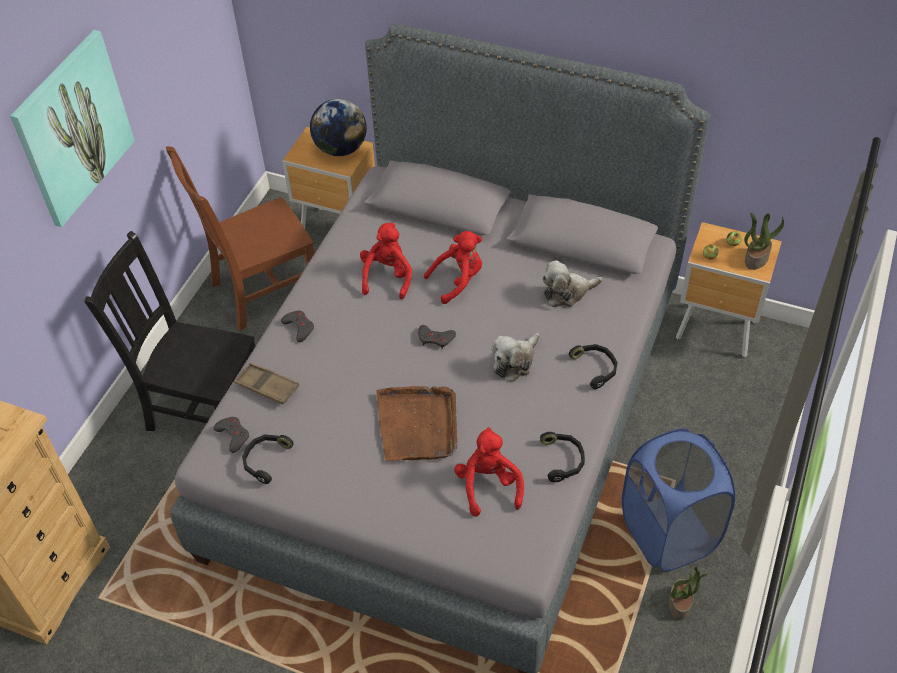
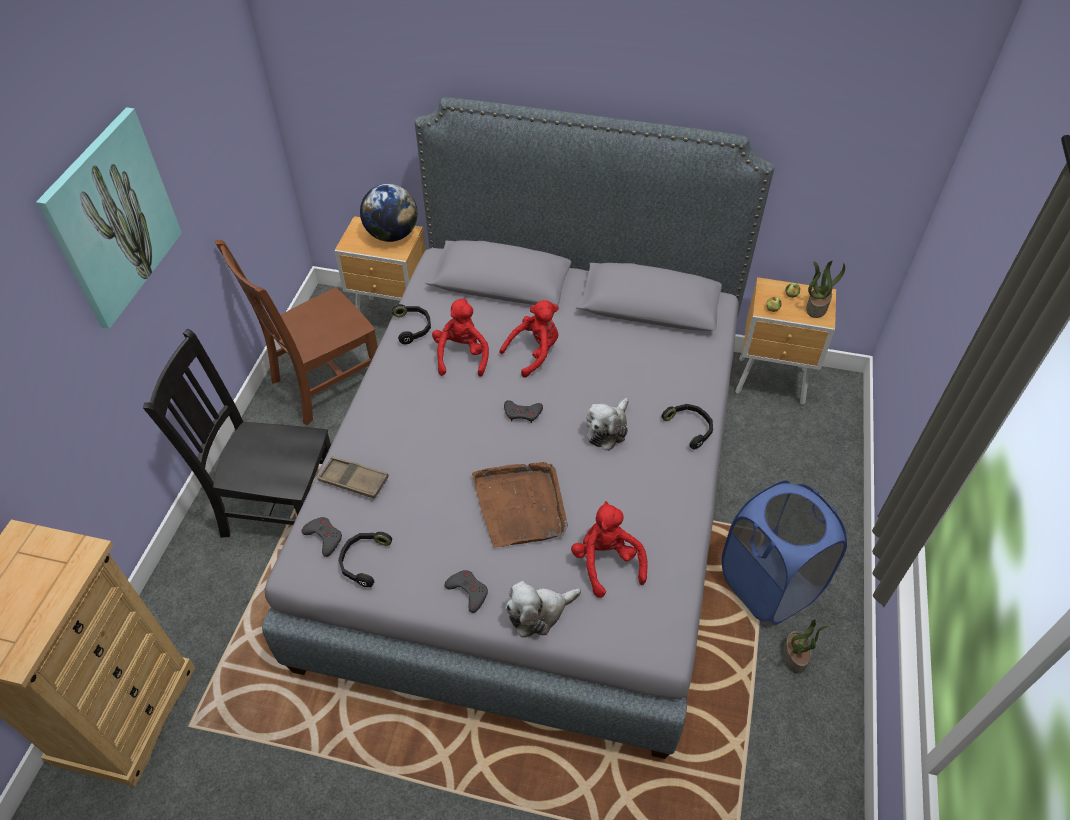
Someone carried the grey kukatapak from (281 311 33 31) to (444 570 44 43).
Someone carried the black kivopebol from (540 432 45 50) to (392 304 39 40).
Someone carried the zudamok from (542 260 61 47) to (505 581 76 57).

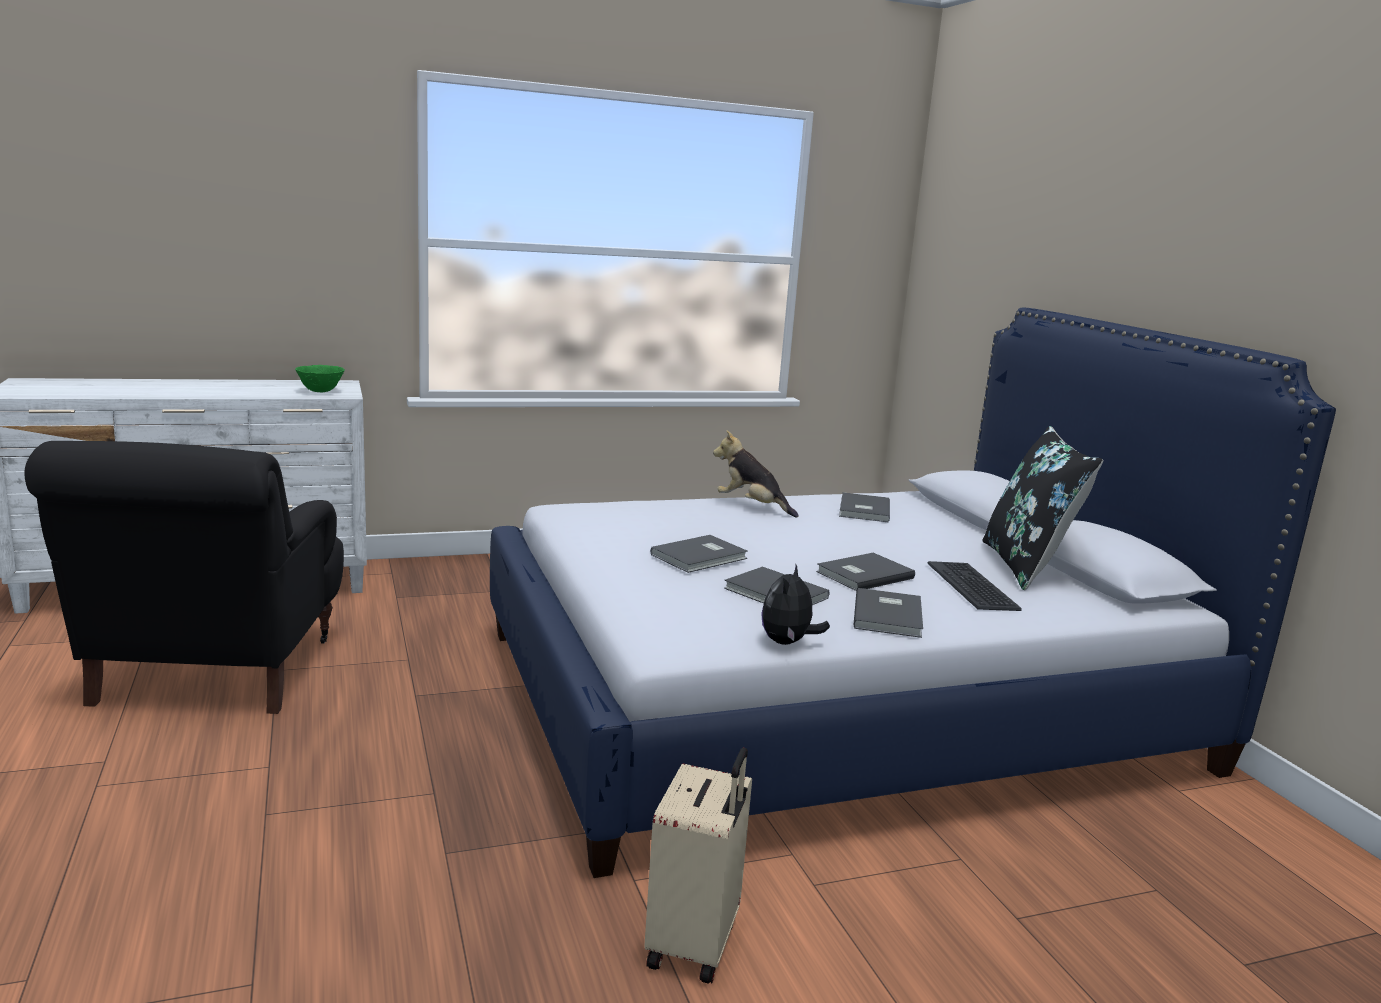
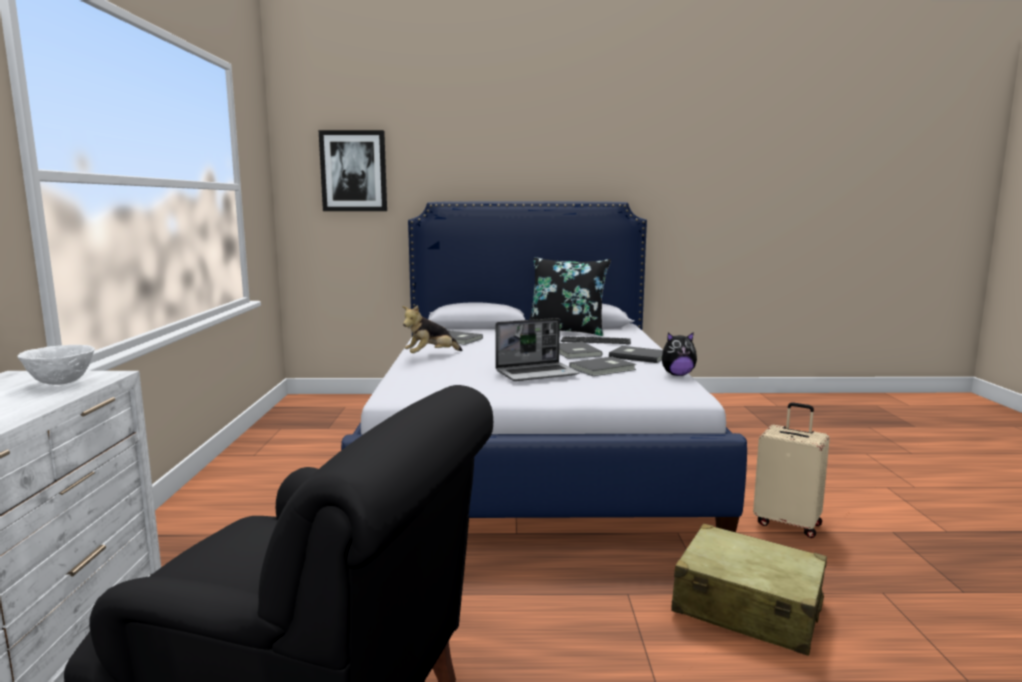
Someone repainted the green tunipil at (295 365 50 27), which became the white tunipil at (17 345 78 40).
Someone swapped the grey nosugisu at (651 535 97 38) for the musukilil at (495 318 85 63).
Someone rotated the zudamok at (761 565 69 80) by 45 degrees counterclockwise.
Someone put up the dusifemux at (319 130 68 81).
Someone put down the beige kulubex at (671 523 156 133).

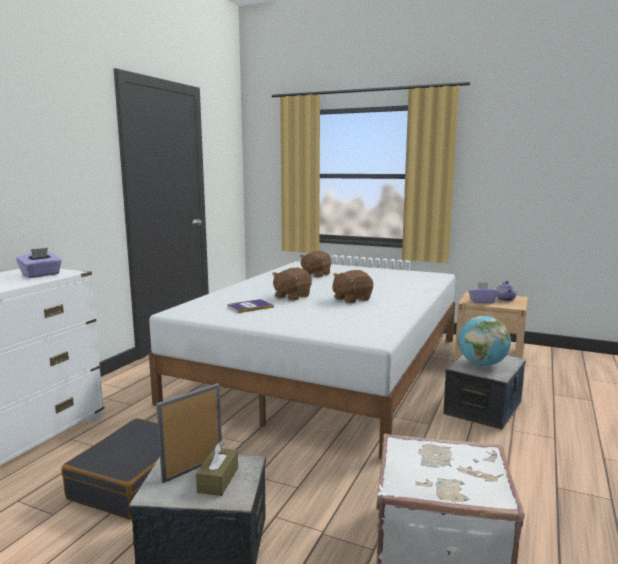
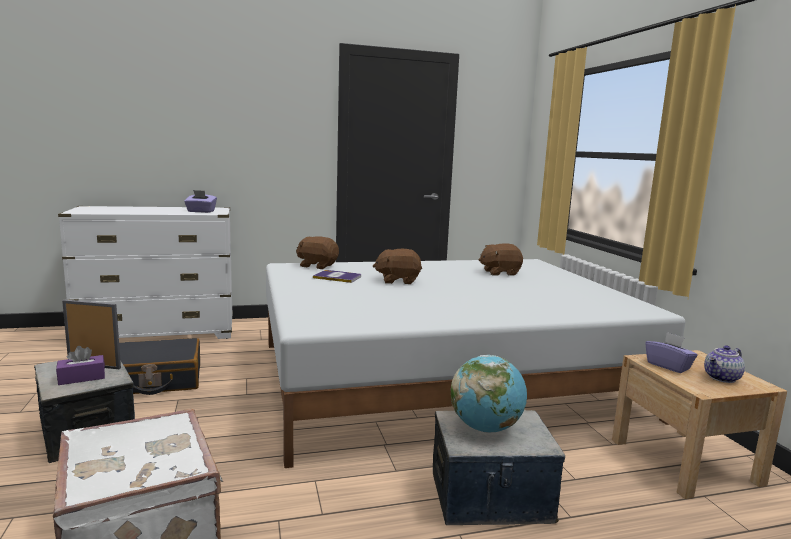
Someone repainted the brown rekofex at (196 441 42 55), which became the purple rekofex at (56 346 49 39).
Someone carried the brown zudamok from (332 270 41 34) to (296 236 43 33).

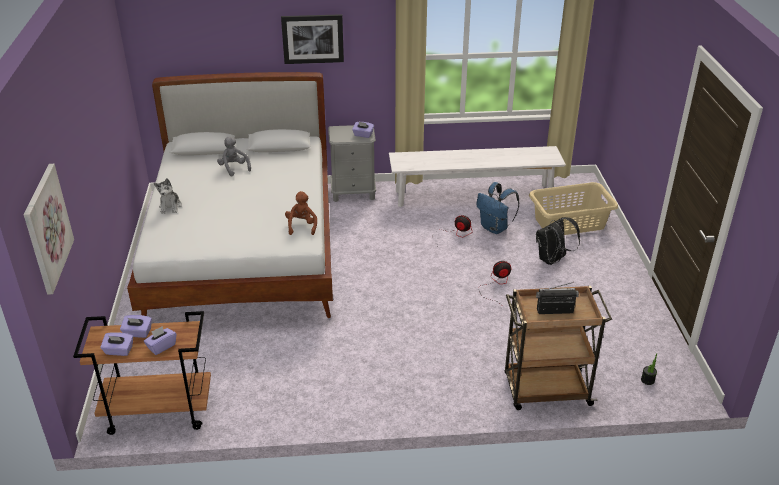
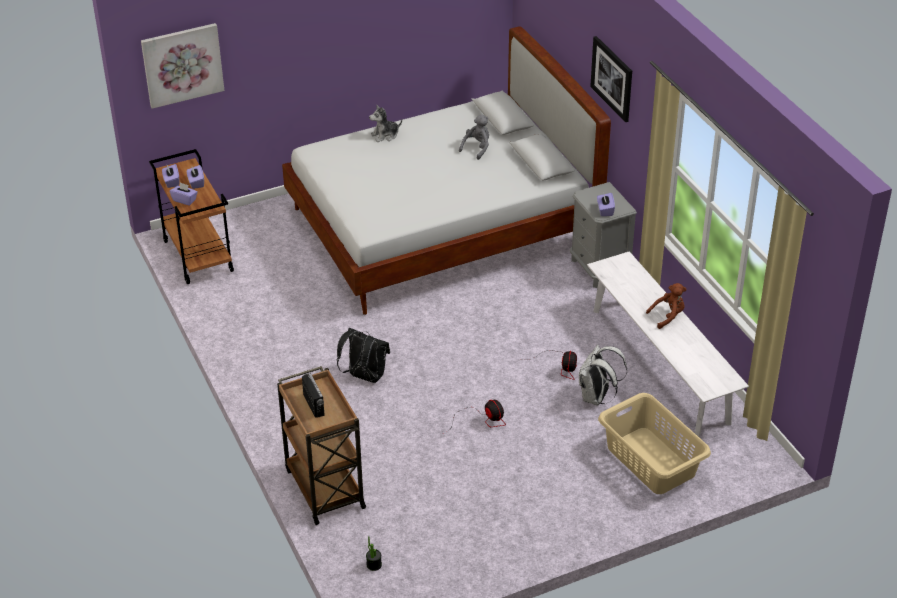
Someone carried the brown zudamok from (285 191 32 44) to (646 283 41 46).
Someone repainted the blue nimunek at (476 182 44 52), which became the white nimunek at (579 345 48 60).
Someone carried the black nimunek from (536 217 44 48) to (337 328 53 55).

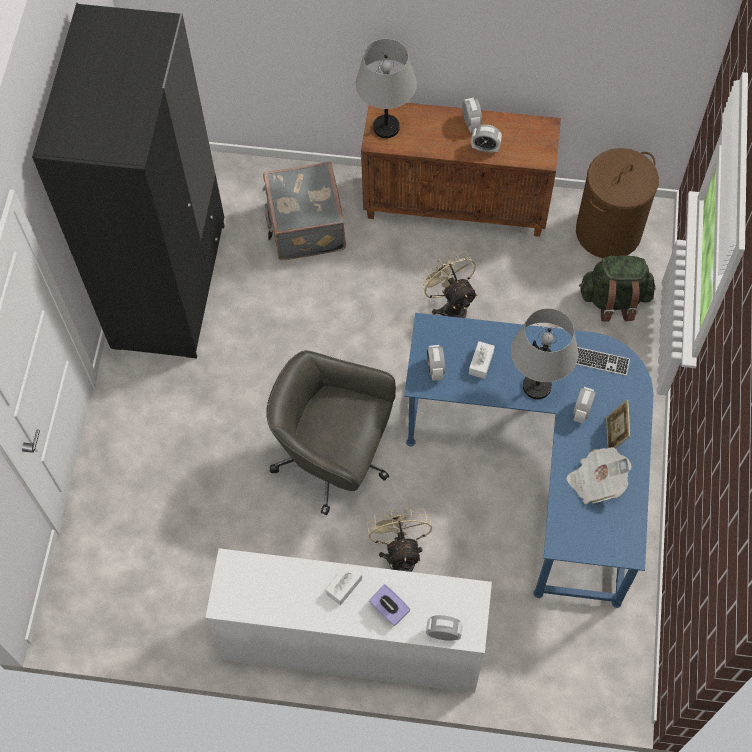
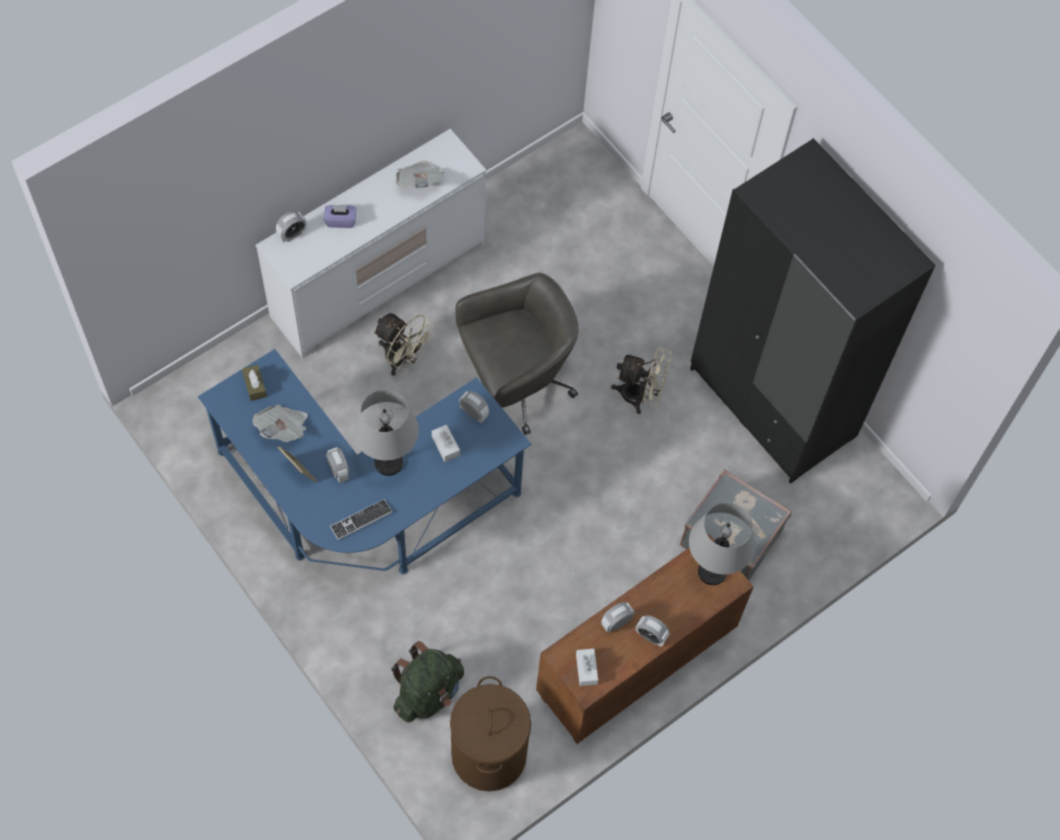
Someone carried the white rekofex from (326 564 36 41) to (576 648 22 38).
Someone carried the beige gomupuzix from (419 251 59 67) to (611 347 61 67).
Someone put down the brown rekofex at (242 365 25 36).
Someone put down the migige at (396 160 48 30).

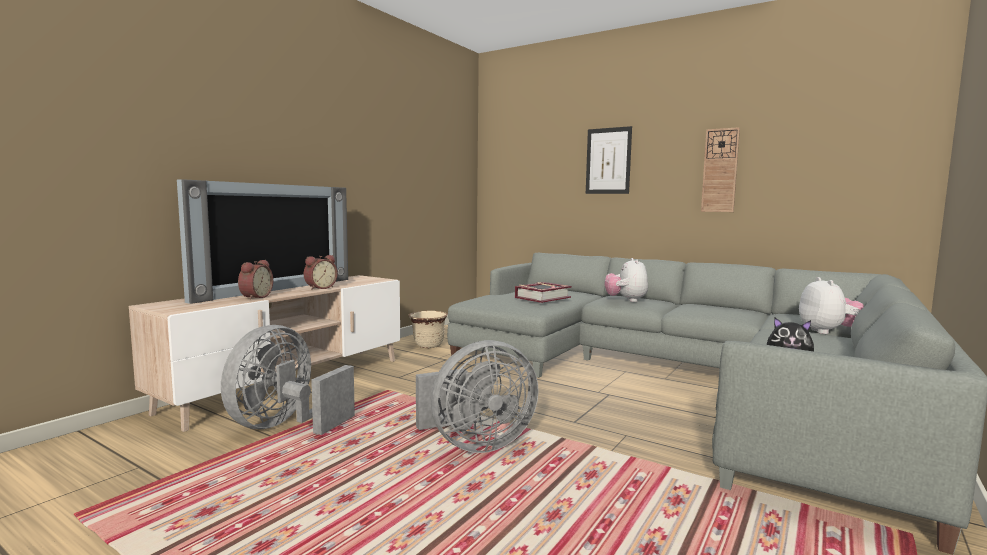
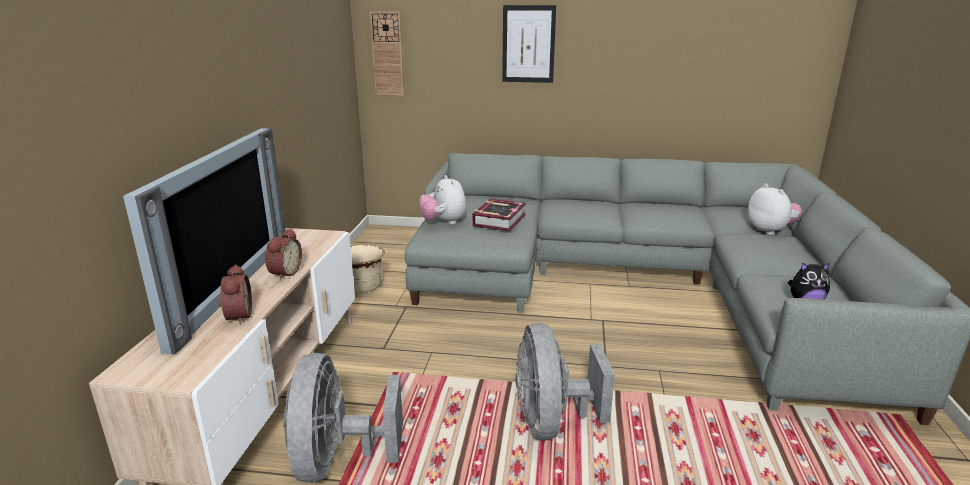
Someone rotated the grey gomupuzix at (416 340 123 113) by 135 degrees clockwise.
Someone carried the zudamok from (604 258 44 44) to (419 175 47 50).
Someone carried the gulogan from (701 127 39 85) to (370 11 34 85).

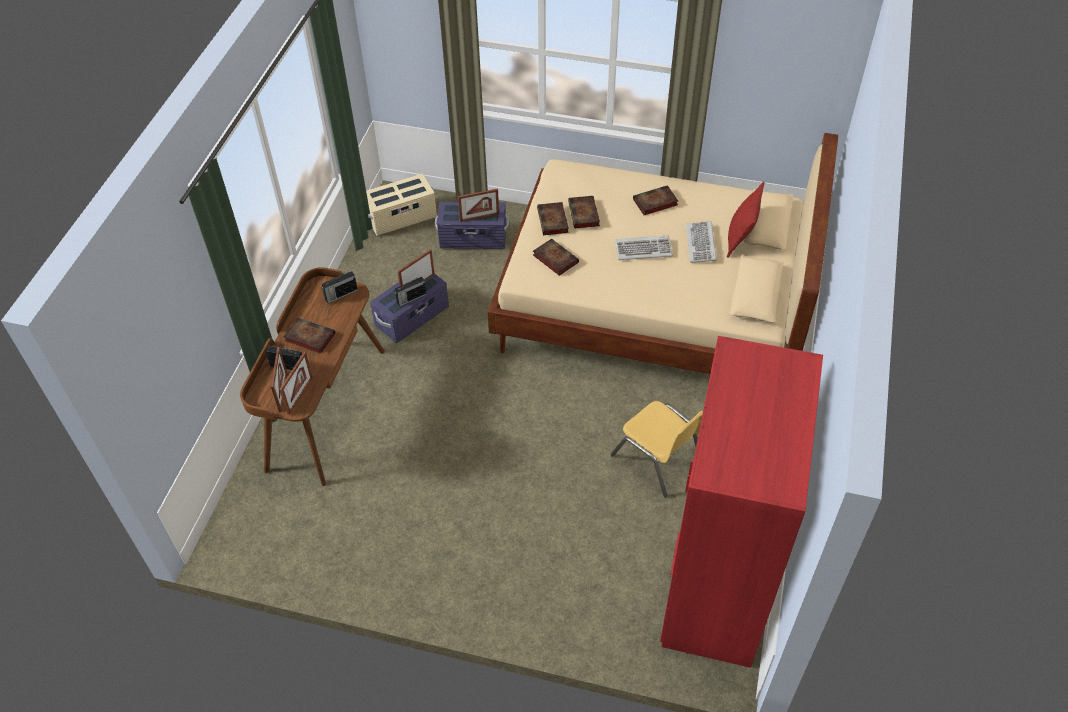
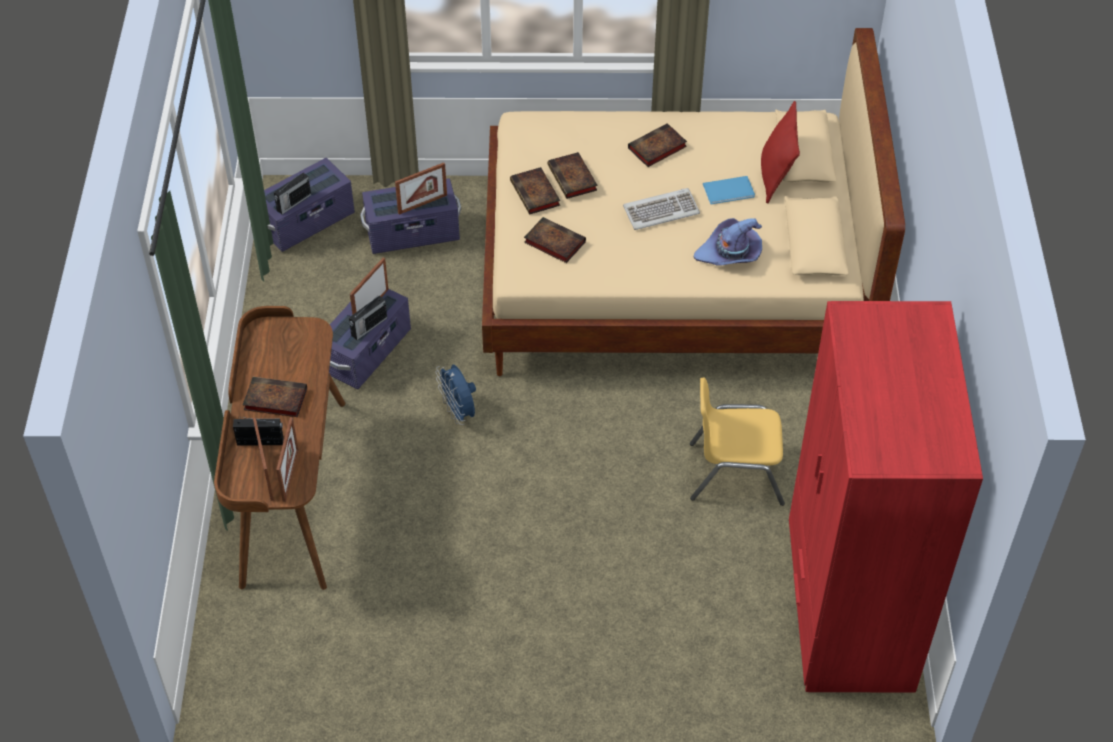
Someone carried the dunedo from (321 271 37 32) to (274 172 37 42).
Someone repainted the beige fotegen at (366 174 71 62), which became the purple fotegen at (264 158 91 94).
Someone rotated the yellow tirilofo at (611 401 92 97) by 150 degrees clockwise.
Someone swapped the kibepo at (686 221 31 42) for the blue nosugisu at (703 176 52 29).
Someone put down the blue gomupuzix at (435 365 41 60).
Someone put down the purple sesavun at (694 218 68 48).

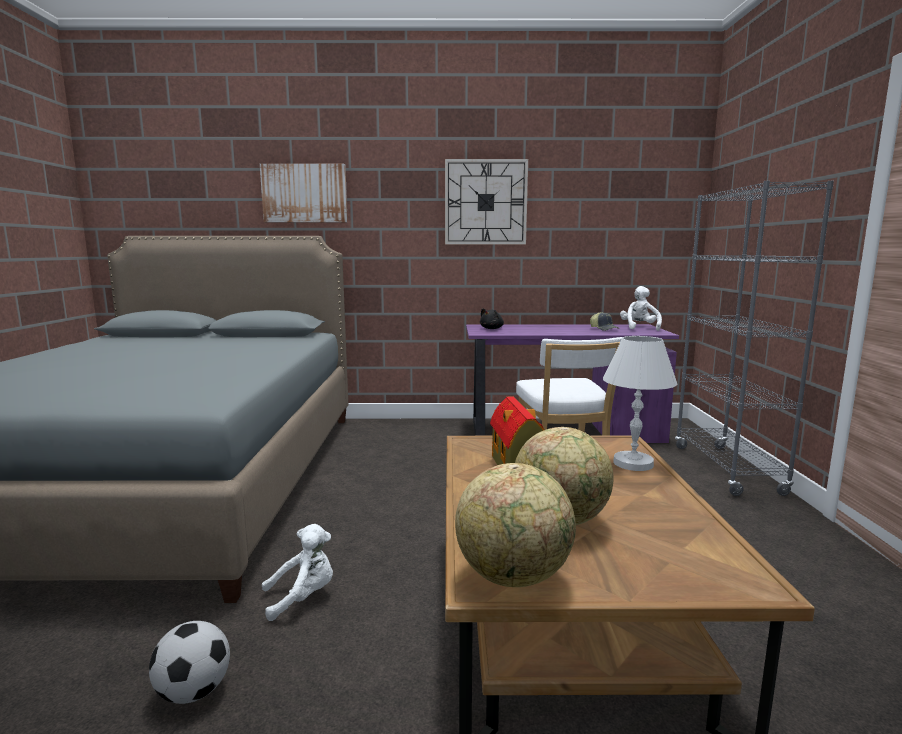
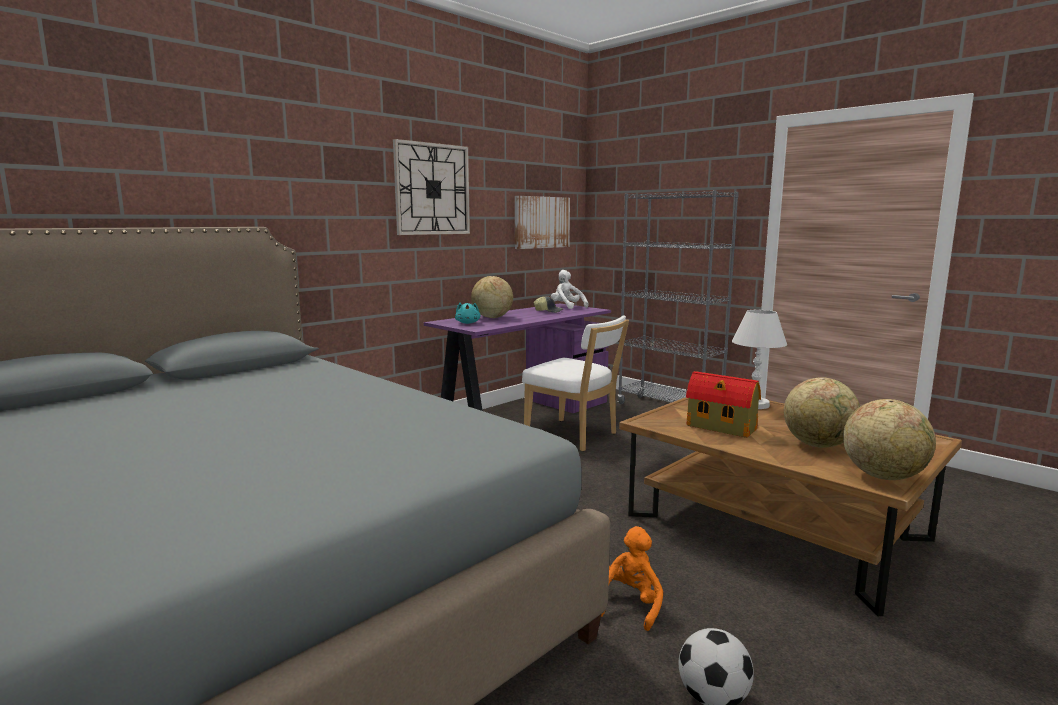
Someone carried the dusifemux from (260 164 88 58) to (515 196 55 53).
Someone repainted the white zudamok at (262 524 71 97), which became the orange zudamok at (601 526 62 105).
Someone repainted the black zudamok at (480 308 24 21), which became the turquoise zudamok at (455 303 25 21).
Someone put down the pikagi at (471 276 42 42).

